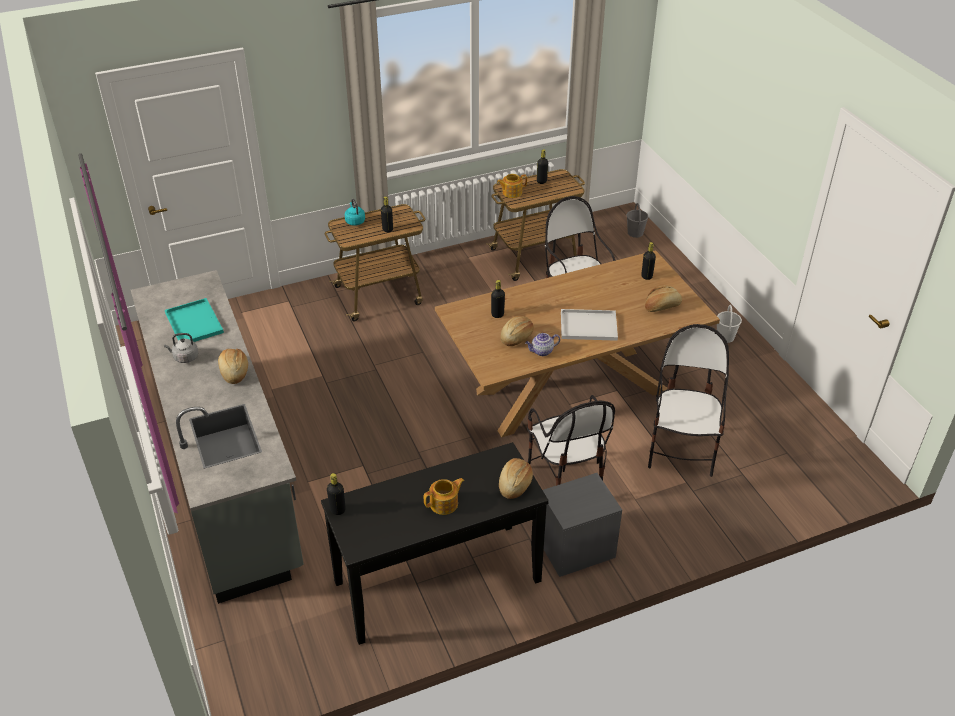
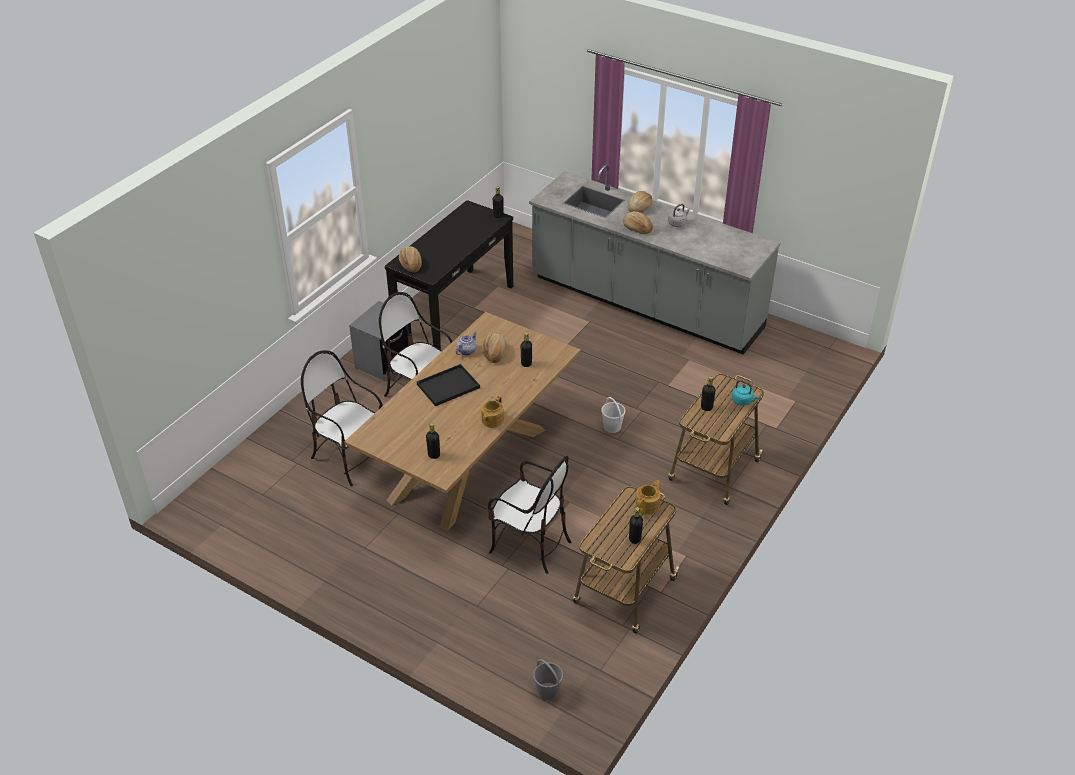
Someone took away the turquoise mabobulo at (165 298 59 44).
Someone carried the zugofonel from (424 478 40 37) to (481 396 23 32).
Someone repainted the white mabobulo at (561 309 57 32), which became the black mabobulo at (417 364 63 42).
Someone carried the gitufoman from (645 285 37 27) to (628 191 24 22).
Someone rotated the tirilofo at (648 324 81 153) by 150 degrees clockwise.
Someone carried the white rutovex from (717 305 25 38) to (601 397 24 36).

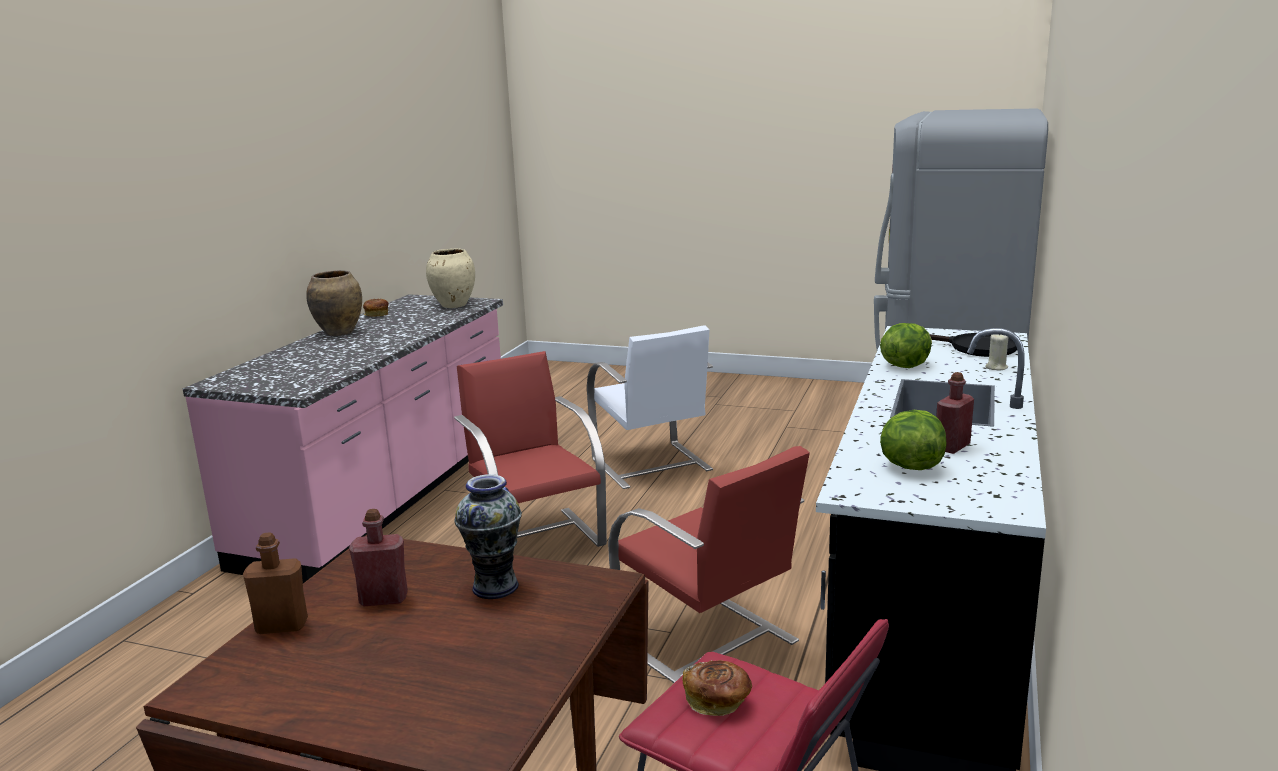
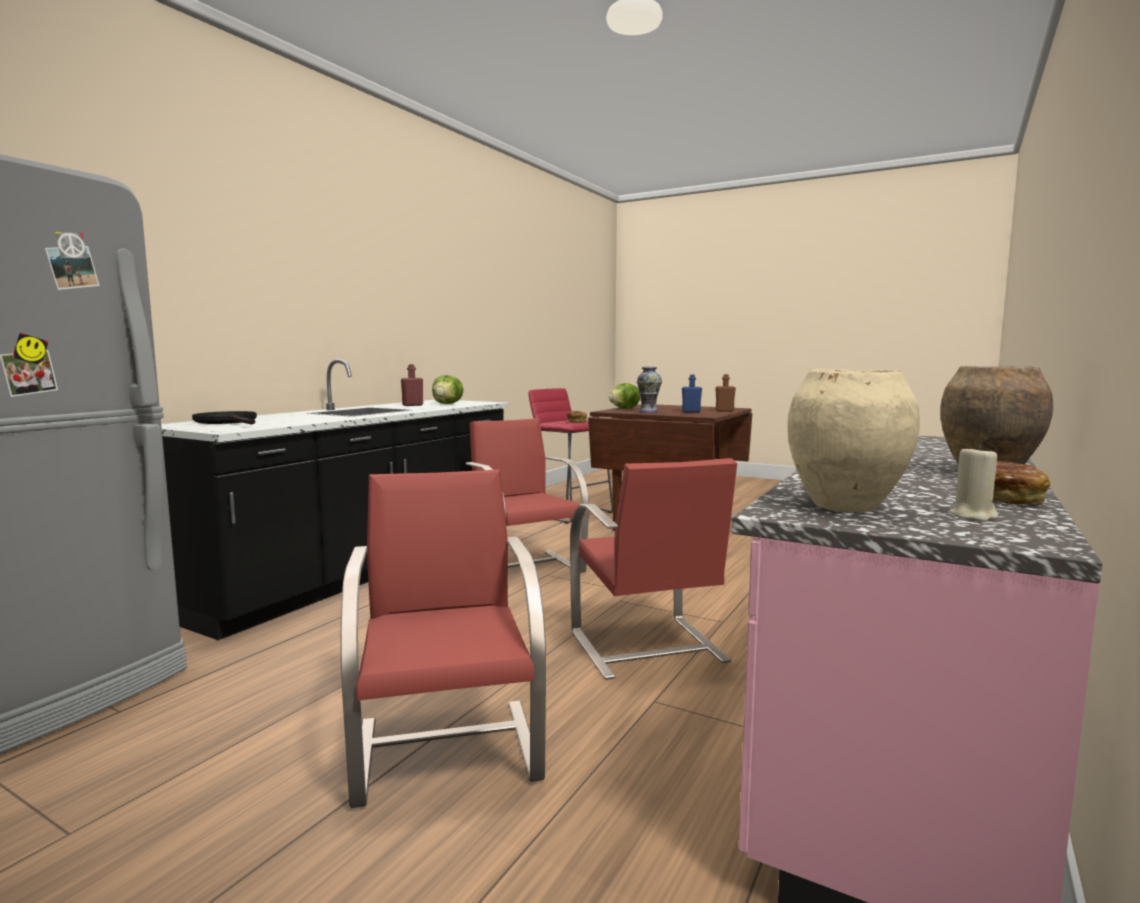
Someone repainted the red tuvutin at (349 509 59 97), which became the blue tuvutin at (682 374 20 39).
Someone repainted the white tirilofo at (587 325 126 164), which became the red tirilofo at (340 470 206 338).
Someone carried the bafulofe from (880 323 52 45) to (608 383 32 26).
Someone carried the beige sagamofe from (985 334 23 36) to (950 445 48 77).

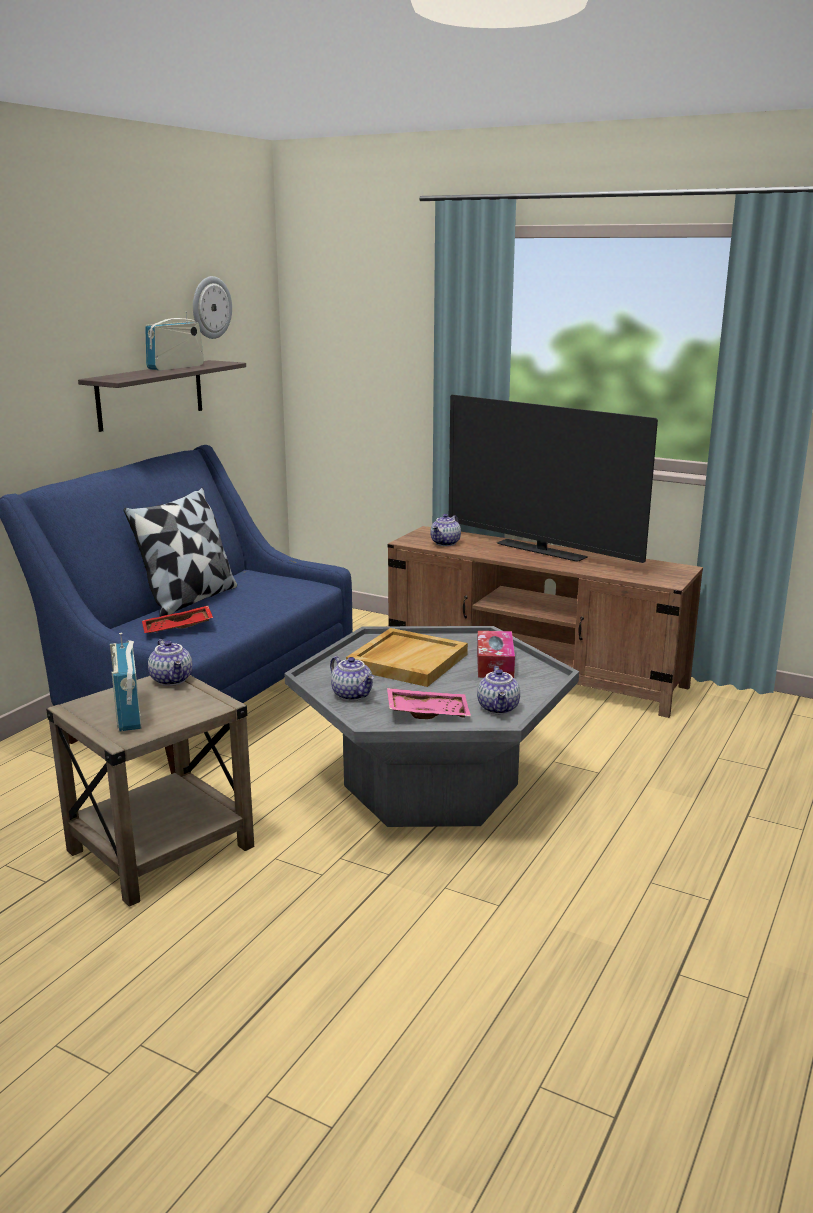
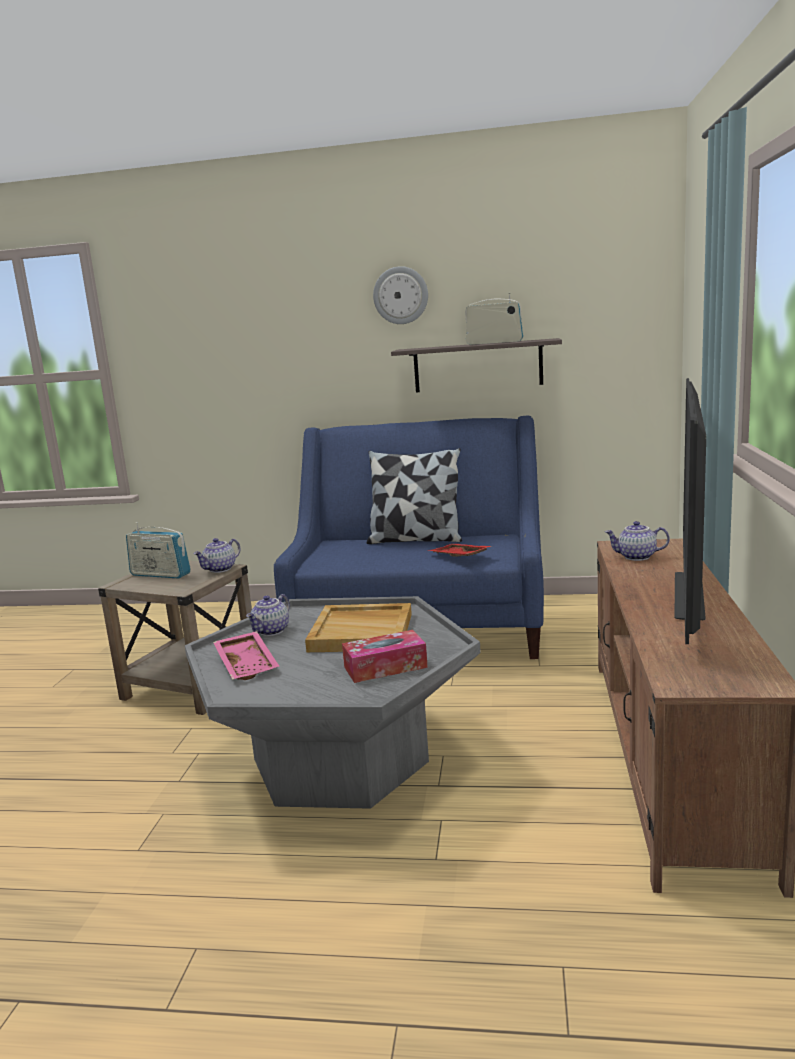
Someone rotated the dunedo at (110 633 32 99) by 120 degrees counterclockwise.
Someone carried the red mabobulo from (142 606 71 27) to (428 544 63 12).
Someone carried the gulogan from (193 276 39 63) to (373 266 55 58).
Someone took away the zugofonel at (477 666 43 48).

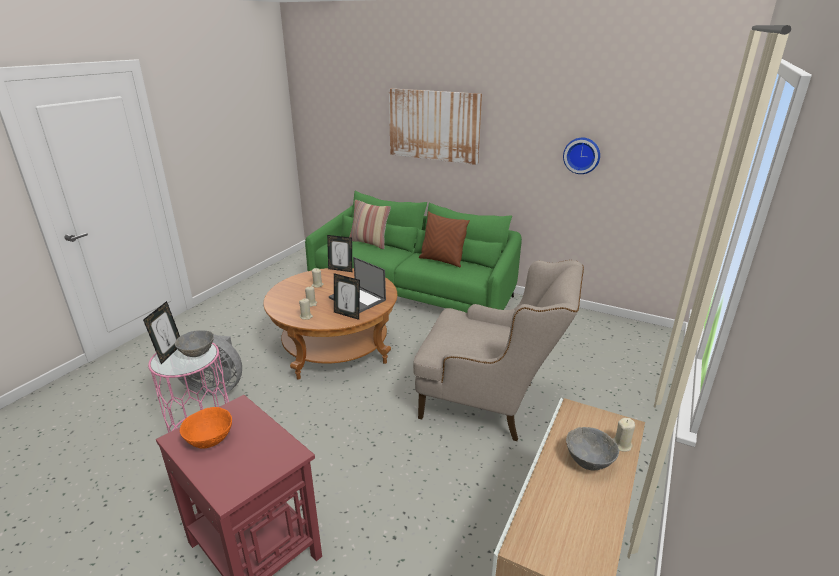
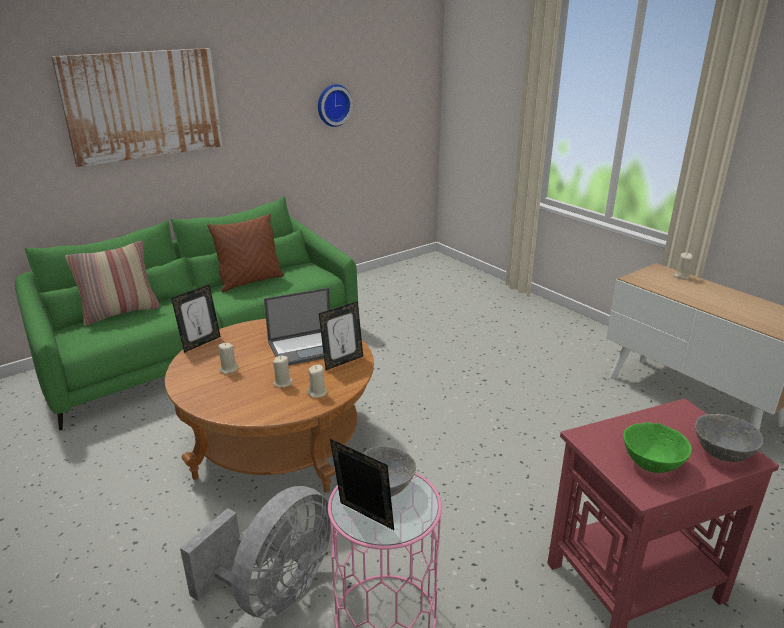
Someone repainted the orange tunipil at (180 407 52 42), which became the green tunipil at (623 422 69 51).
Someone took away the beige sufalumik at (413 260 171 181).
Someone carried the grey tunipil from (566 427 53 43) to (695 414 68 48).

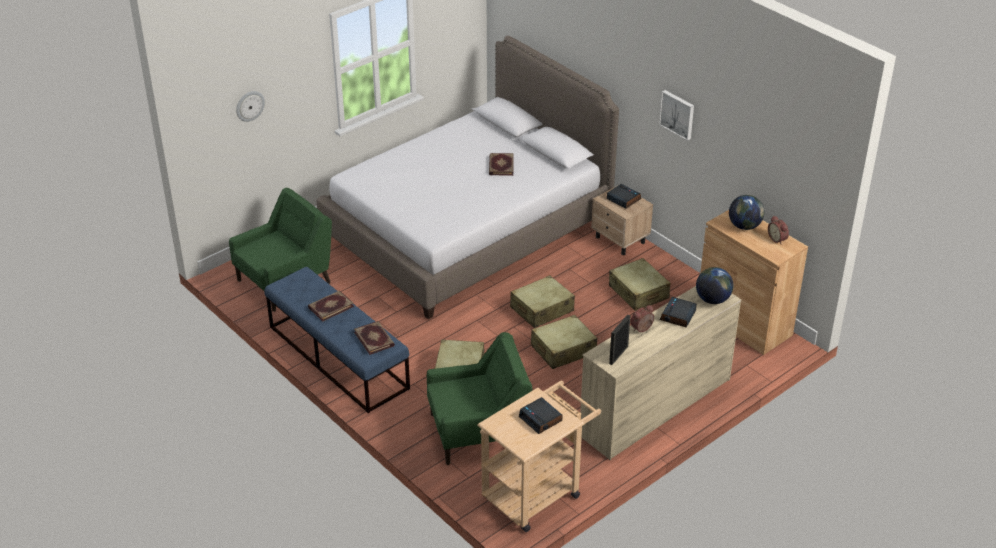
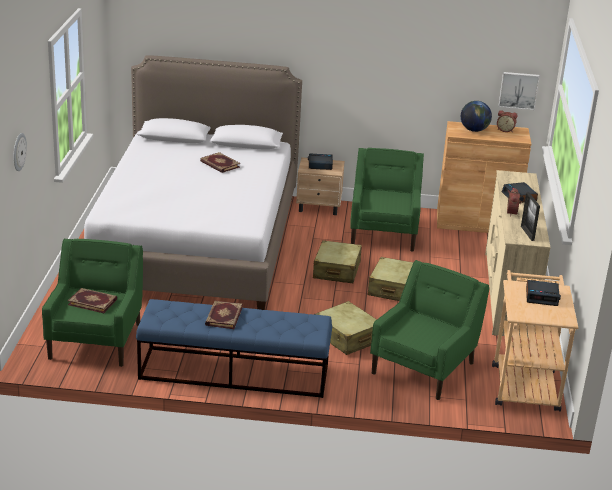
Someone carried the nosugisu from (354 321 41 34) to (68 288 49 25).
Someone swapped the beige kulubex at (609 258 61 53) for the green sufalumik at (350 148 74 104).
Someone carried the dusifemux from (659 90 35 51) to (498 72 42 38).
Someone took away the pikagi at (696 267 37 37).

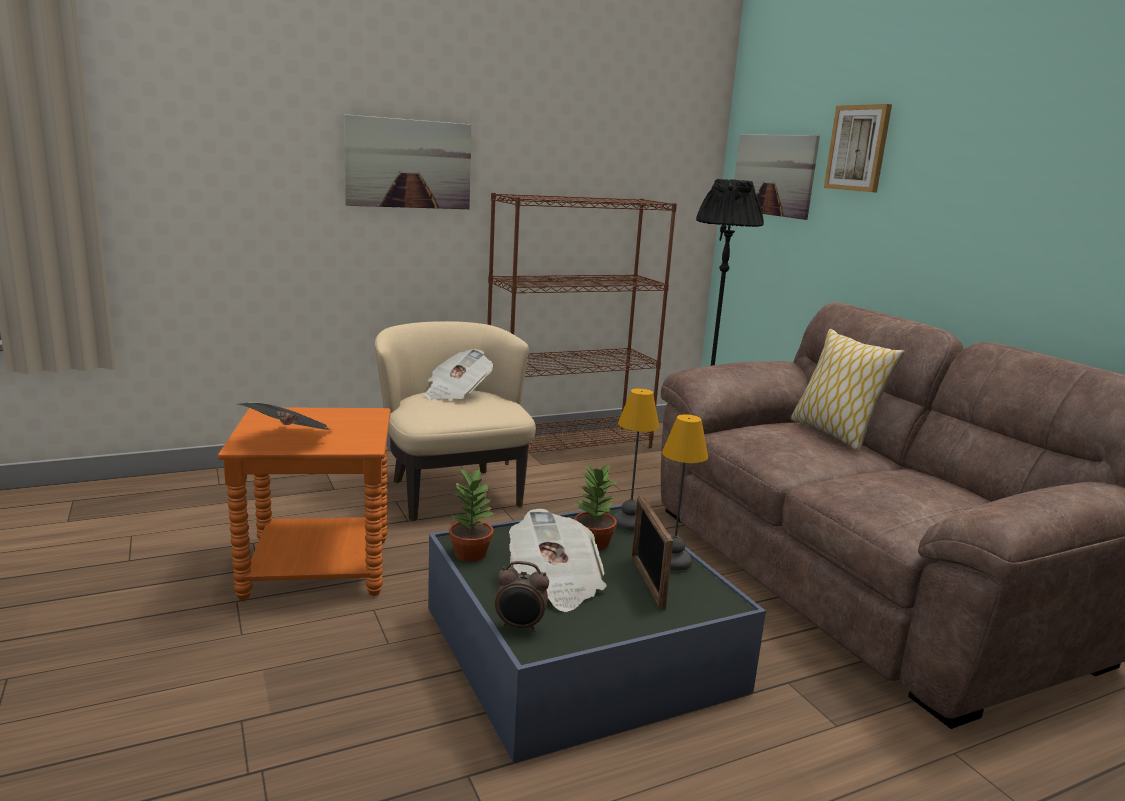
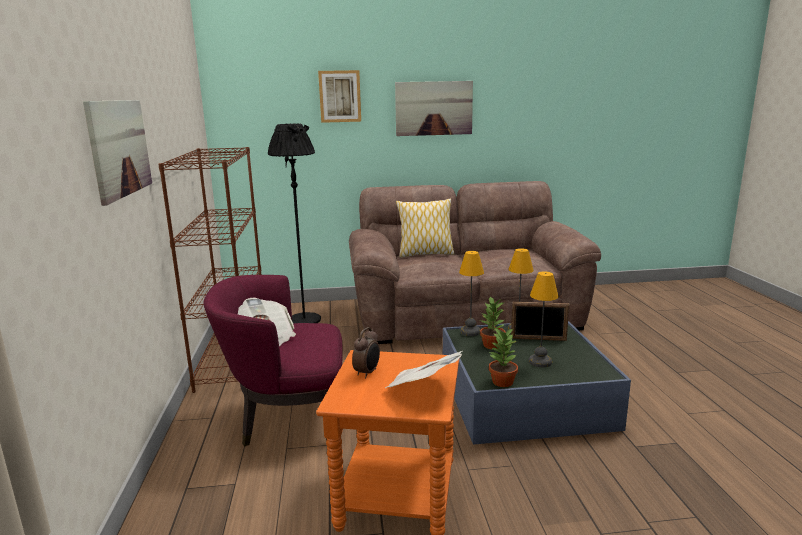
Someone repainted the beige sufalumik at (375 321 161 200), which became the purple sufalumik at (204 275 139 171).
Someone carried the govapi from (495 561 54 71) to (352 327 28 51).
Someone swapped the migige at (509 509 98 103) for the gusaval at (529 271 30 96).
Someone carried the dusifemux from (734 135 86 85) to (395 81 78 55).

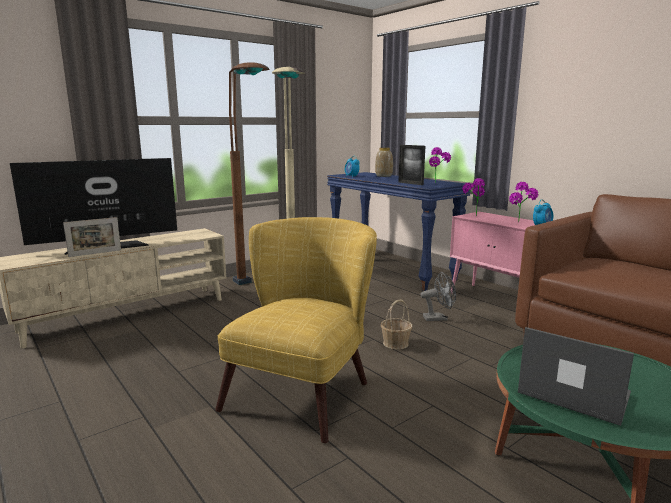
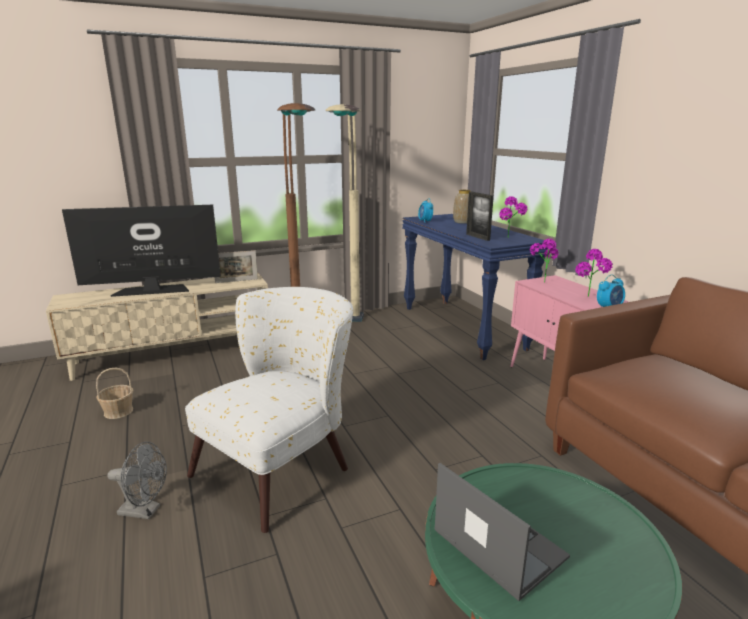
Someone carried the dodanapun from (63 217 58 40) to (215 250 43 33).
Someone repainted the yellow sufalumik at (215 217 162 226), which became the white sufalumik at (185 287 168 246).
Someone carried the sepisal from (380 299 32 51) to (96 368 37 51).
Someone carried the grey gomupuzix from (420 272 36 49) to (108 442 59 77).

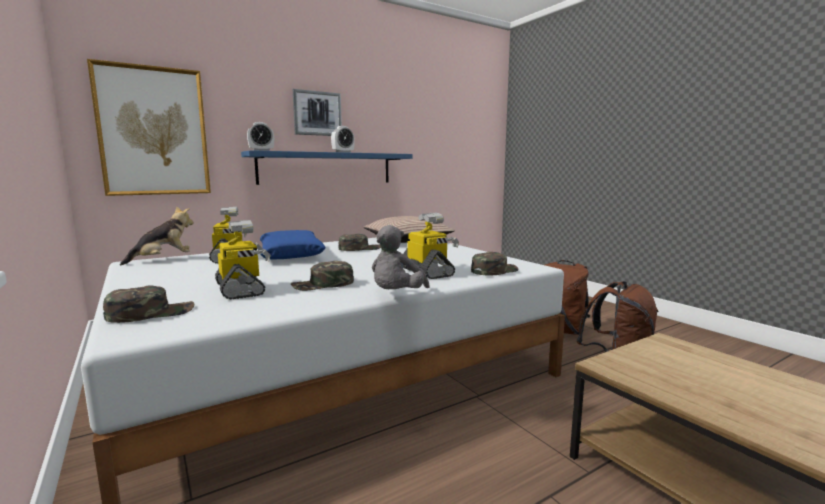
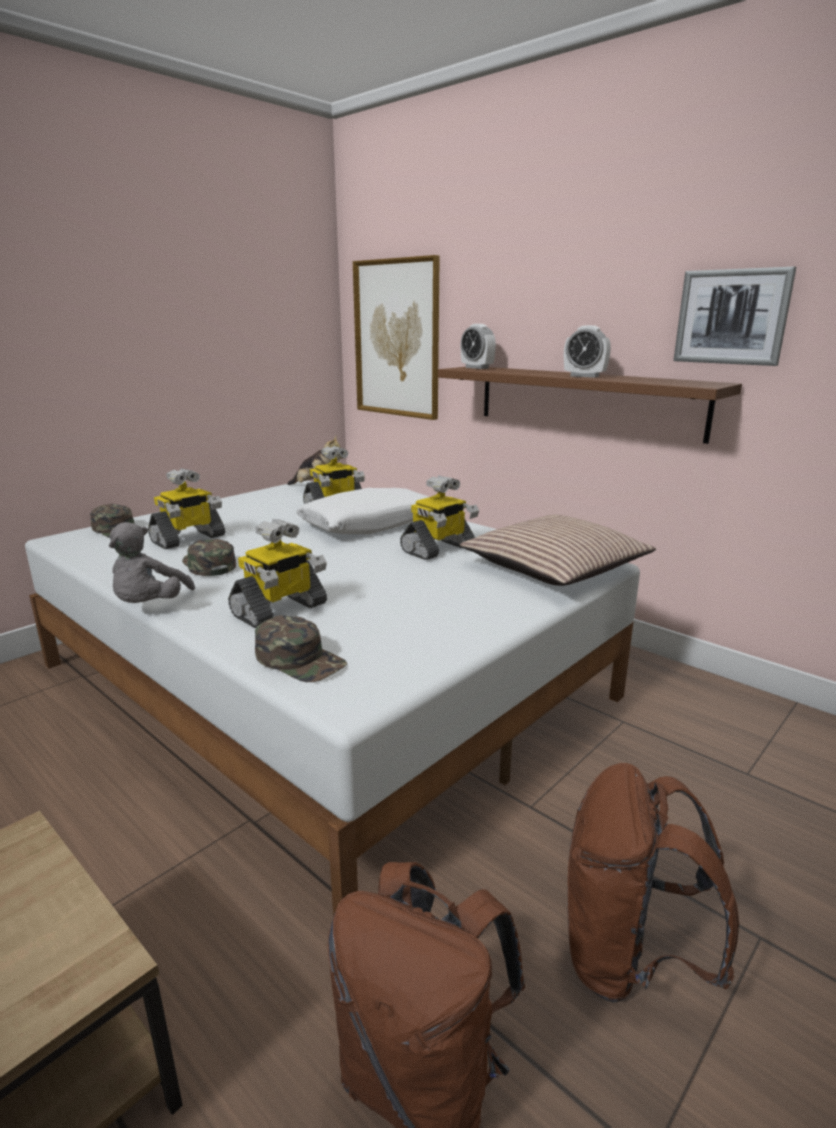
Someone repainted the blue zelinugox at (241 150 172 35), which became the brown zelinugox at (438 367 304 77).
Someone repainted the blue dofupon at (260 230 66 29), which became the white dofupon at (297 488 132 46).
Someone carried the dusifemux from (293 89 49 47) to (673 267 123 99).
Someone swapped the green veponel at (338 234 43 17) for the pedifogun at (400 475 79 85).
Someone rotated the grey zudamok at (372 225 58 64) by 90 degrees counterclockwise.

